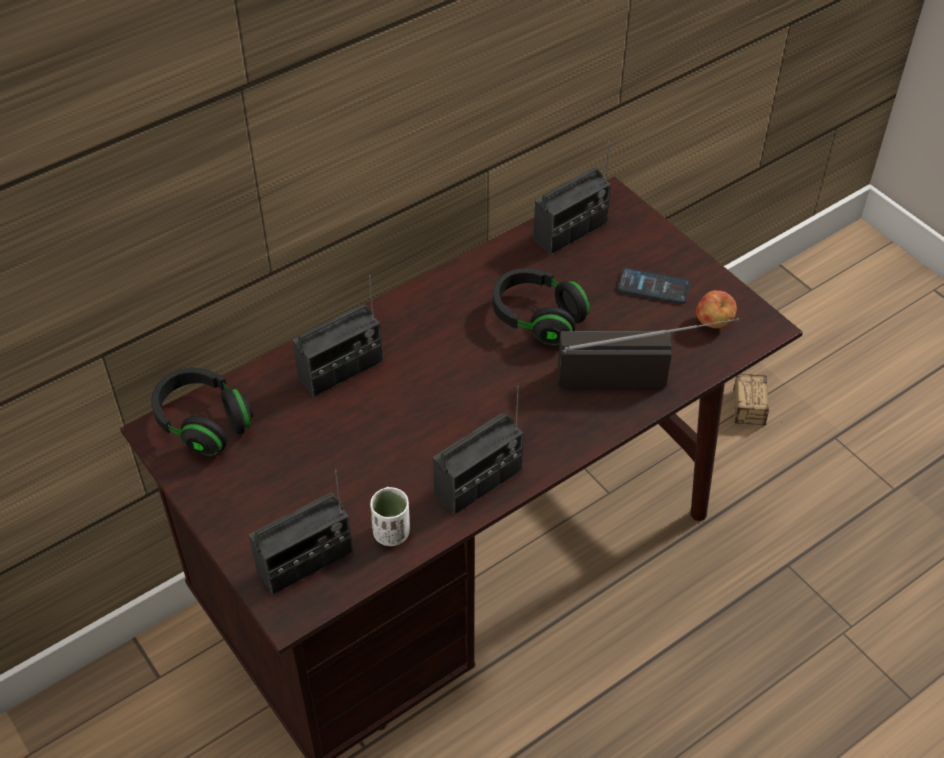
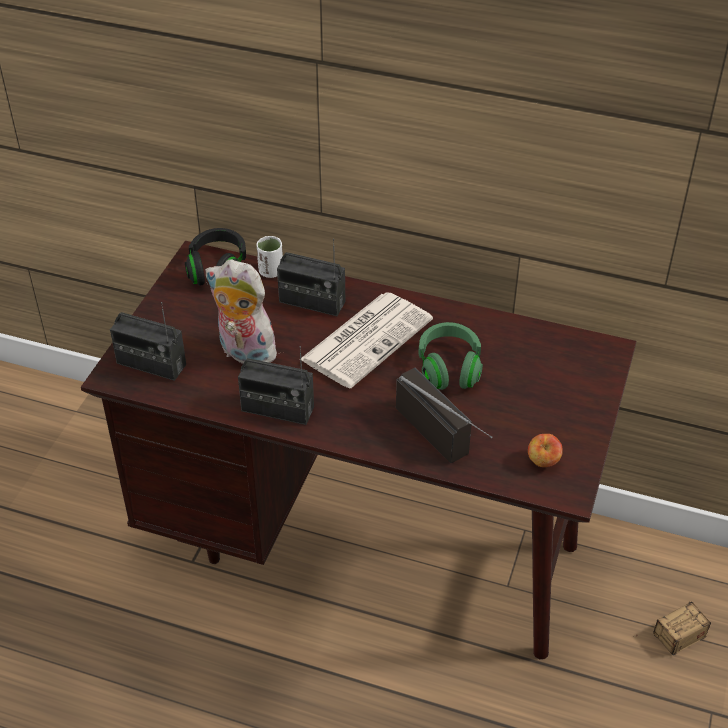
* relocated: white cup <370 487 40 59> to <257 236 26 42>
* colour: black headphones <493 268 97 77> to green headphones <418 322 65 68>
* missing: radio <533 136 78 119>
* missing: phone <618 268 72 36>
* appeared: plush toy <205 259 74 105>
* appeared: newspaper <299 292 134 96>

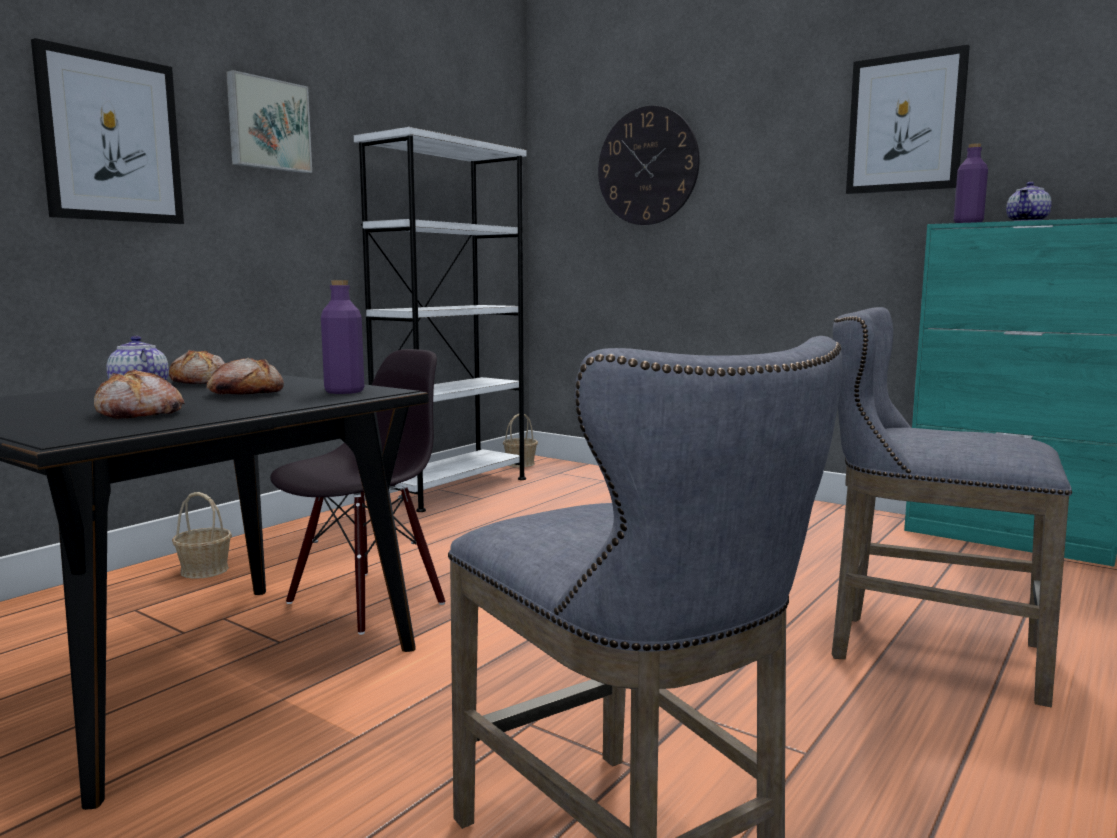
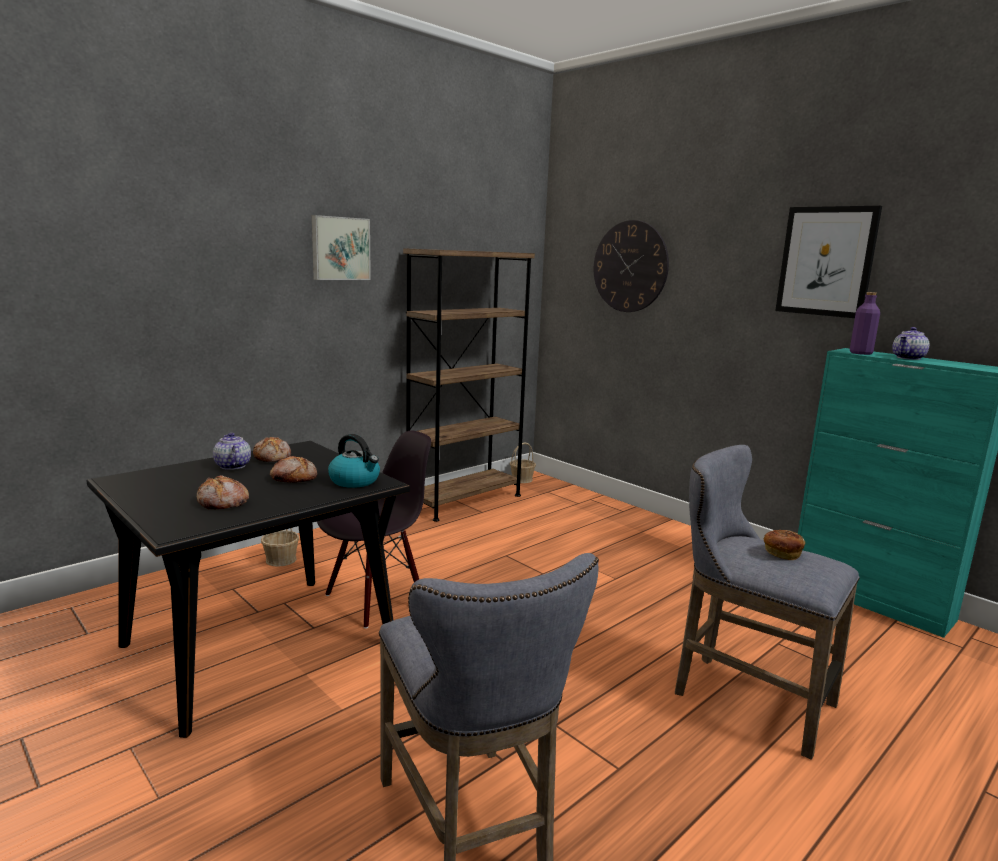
* missing: picture <31 38 153 186>
* exchanged: purple bottle <321 280 43 114> to kettle <328 434 52 54>
* colour: white bookcase <354 127 172 385> to brown bookcase <403 248 132 274>
* appeared: bread <764 530 41 30>

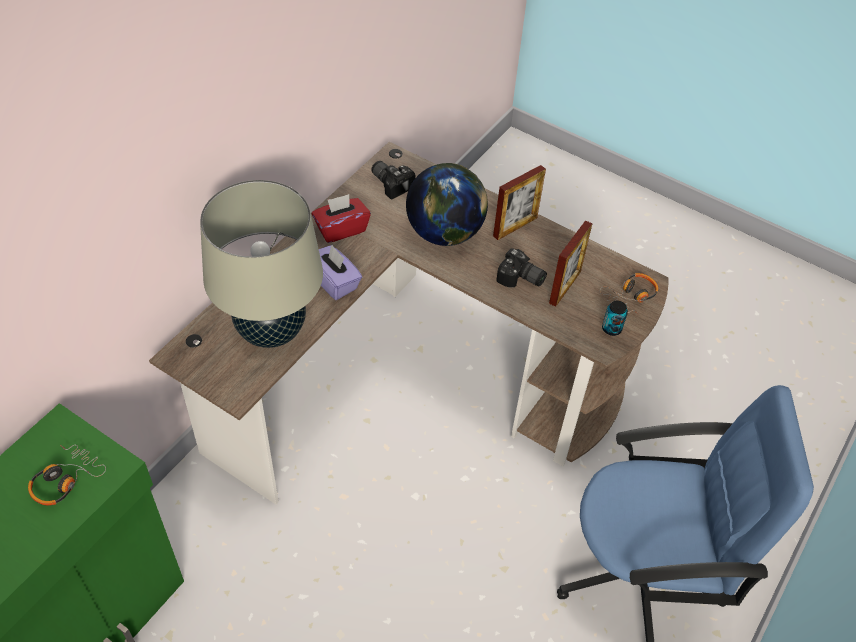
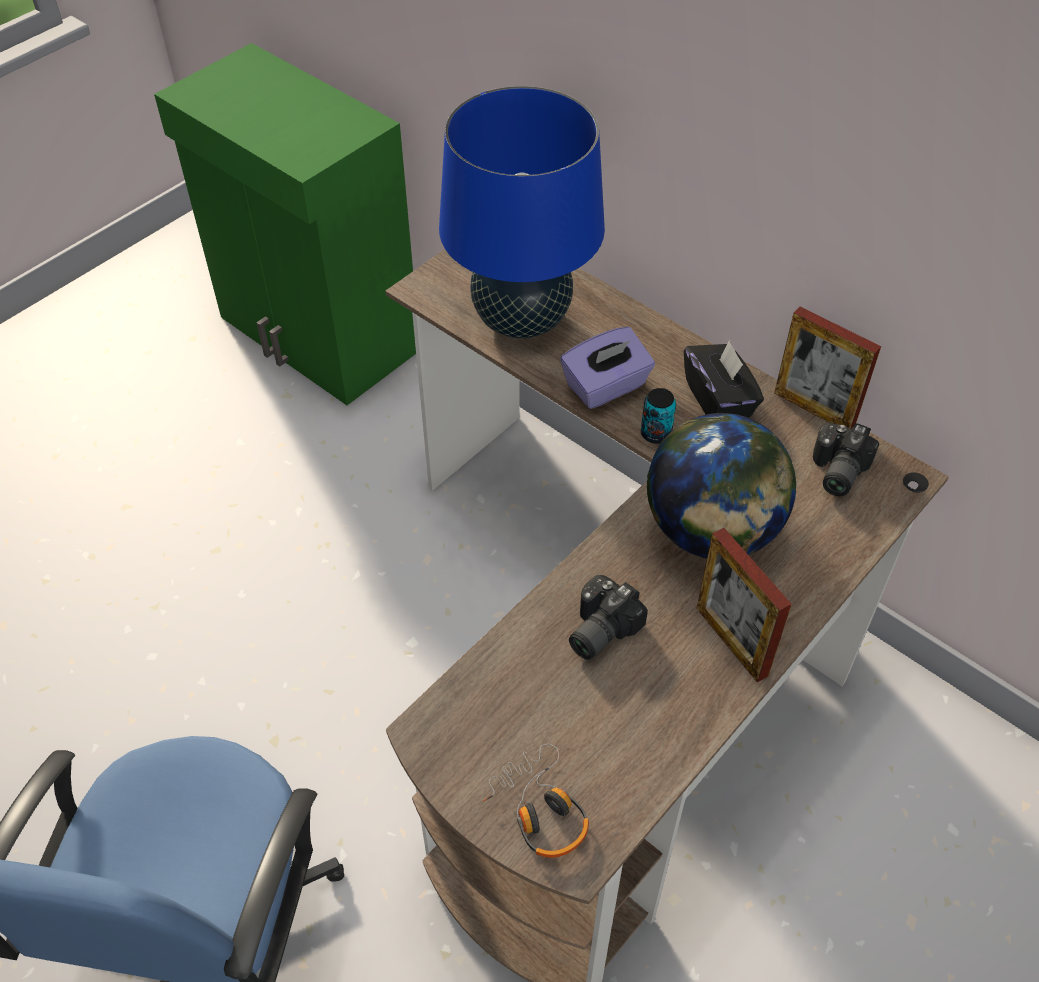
* missing: headphones <28 445 78 61>
* colour: beige table lamp <200 180 123 168> to blue table lamp <439 86 166 252>
* colour: red tissue box <312 194 59 49> to black tissue box <684 340 80 78>
* spun: photo camera <371 161 45 38> = <813 423 66 73> 150 degrees clockwise
* relocated: picture frame <549 220 43 87> to <774 306 107 123>
* relocated: can <602 301 26 35> to <641 388 35 56>

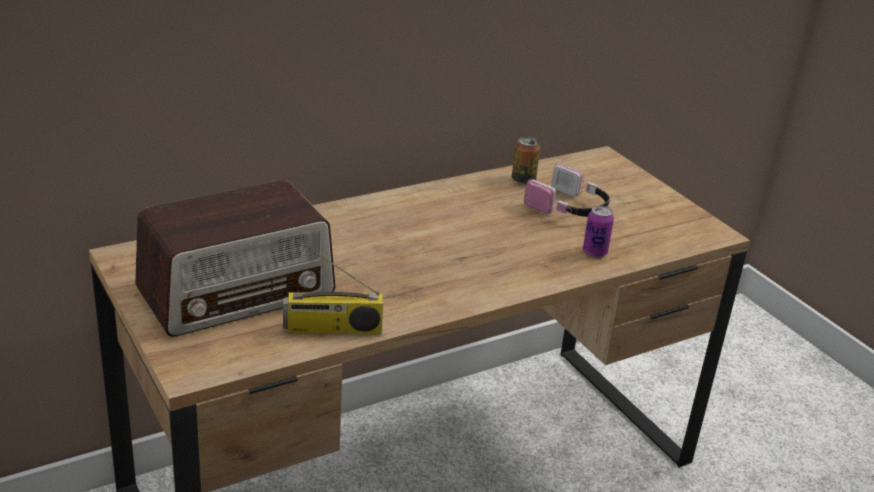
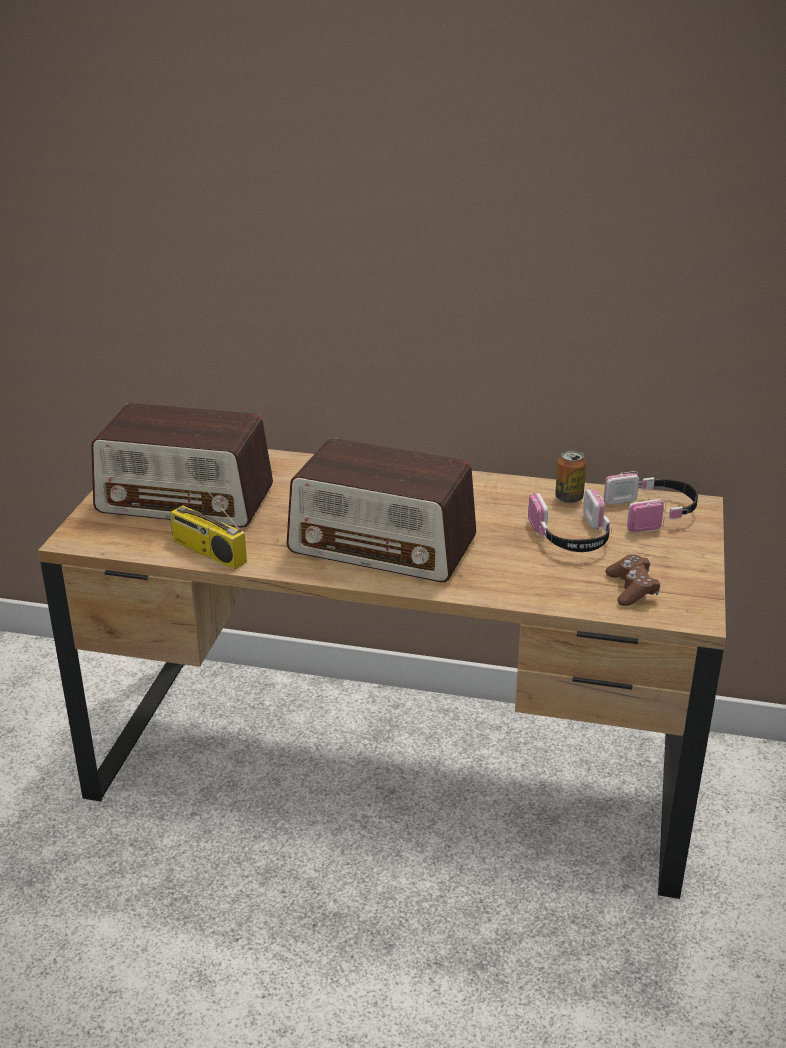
* missing: can <583 206 31 51>
* appeared: radio <287 438 189 144>
* appeared: headphones <604 471 94 61>
* appeared: brown game controller <606 555 54 51>

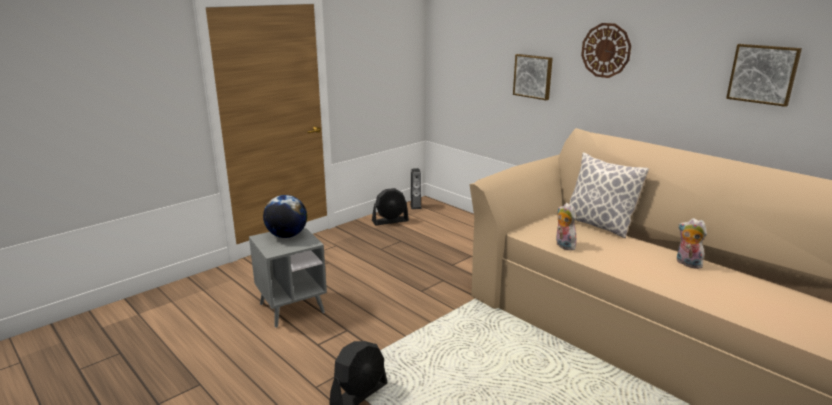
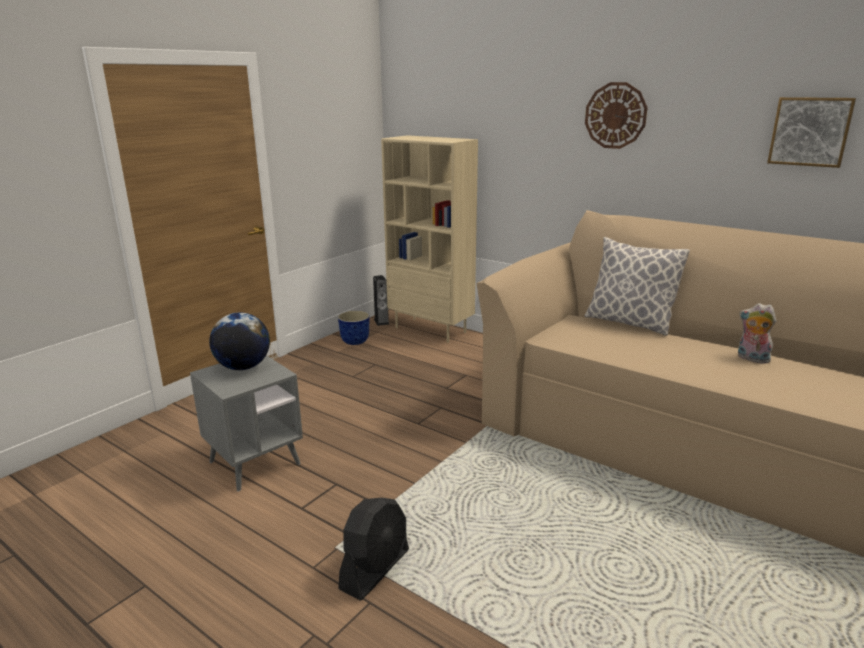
* exchanged: black fan <372 188 37 37> to planter <338 311 32 34>
* missing: picture <513 54 40 46>
* missing: plush toy <556 203 20 47>
* appeared: beige bookcase <381 135 97 208>

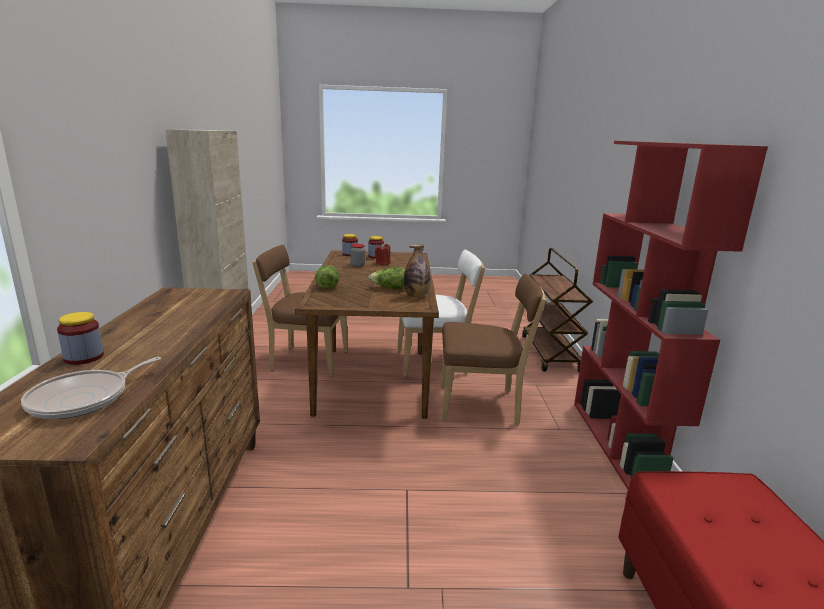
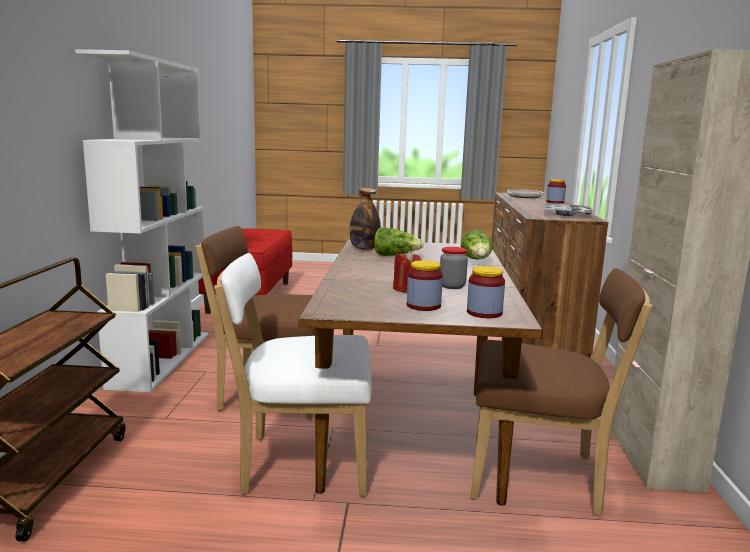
* colour: red bookcase <574 141 194 348> to white bookcase <75 49 133 343>
* appeared: tray <545 203 49 13>

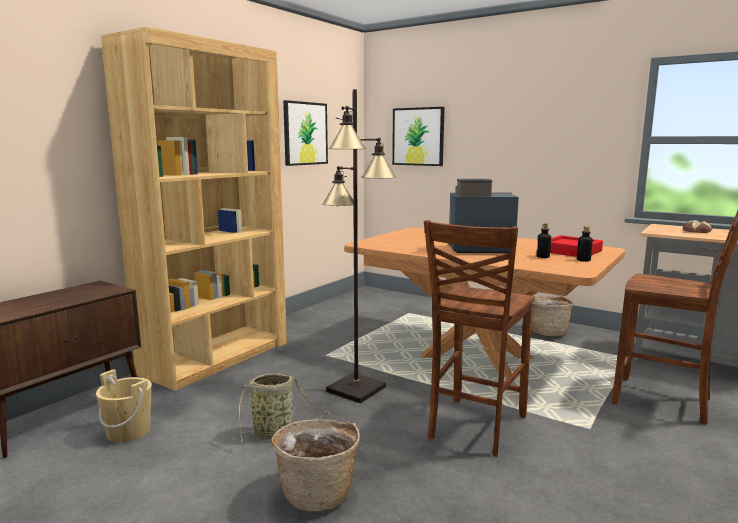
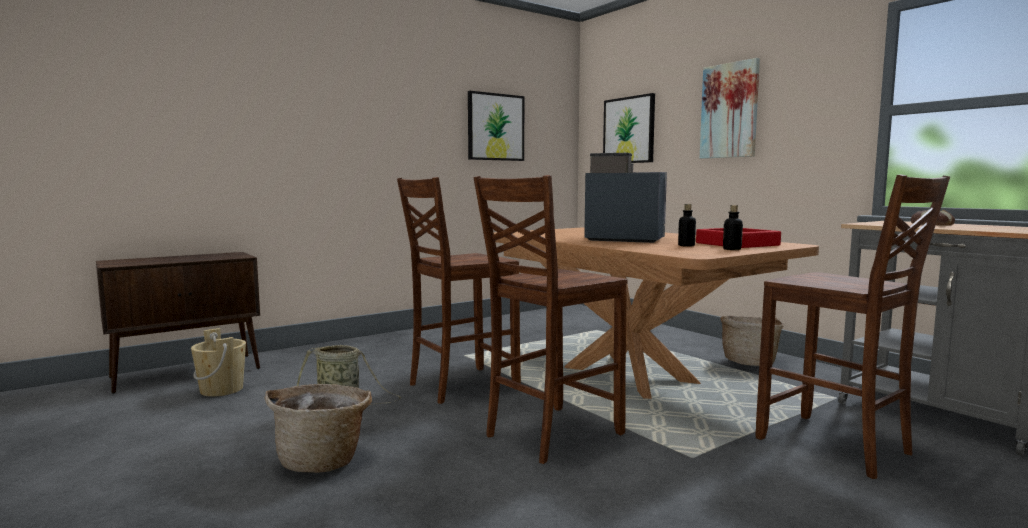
* missing: brown bookcase <101 27 186 364>
* exchanged: black floor lamp <322 89 74 314> to brown chair <397 177 124 227>
* appeared: picture <700 58 60 101>

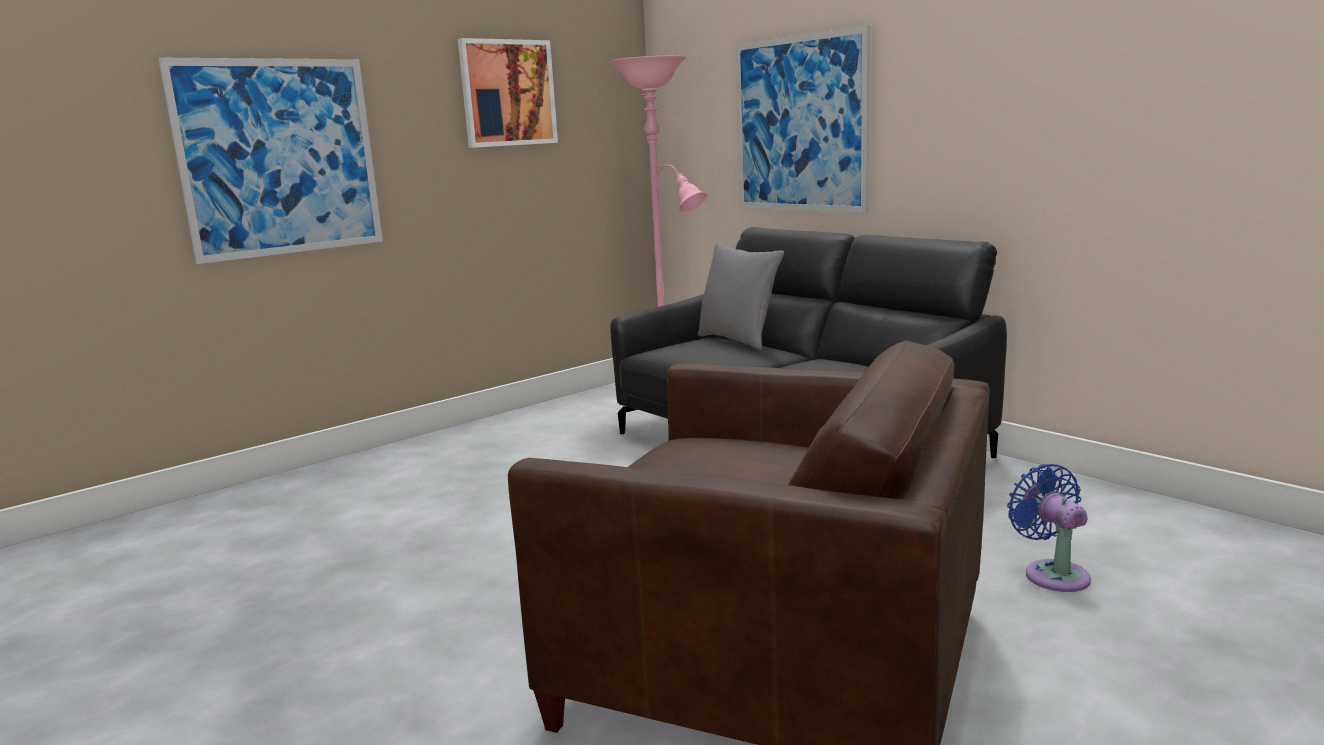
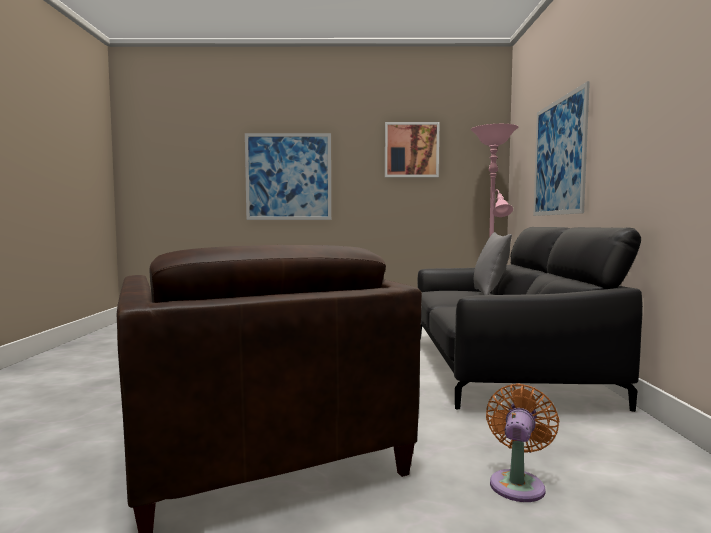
* colour: blue fan <1007 464 84 128> to orange fan <486 384 73 118>

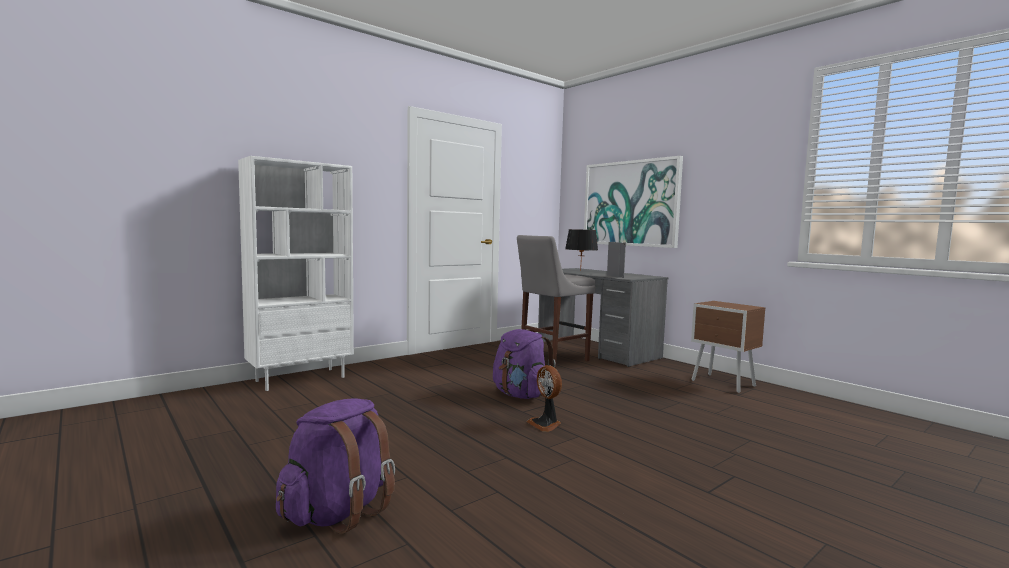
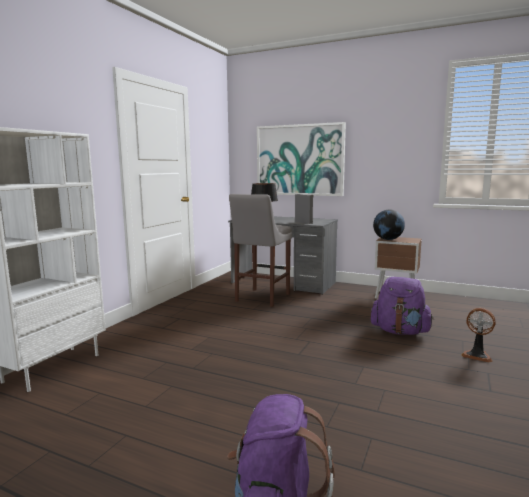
* relocated: purple backpack <493 329 63 70> to <371 277 63 58>
* relocated: fan <527 365 35 67> to <461 308 35 54>
* appeared: globe <373 209 32 31>

